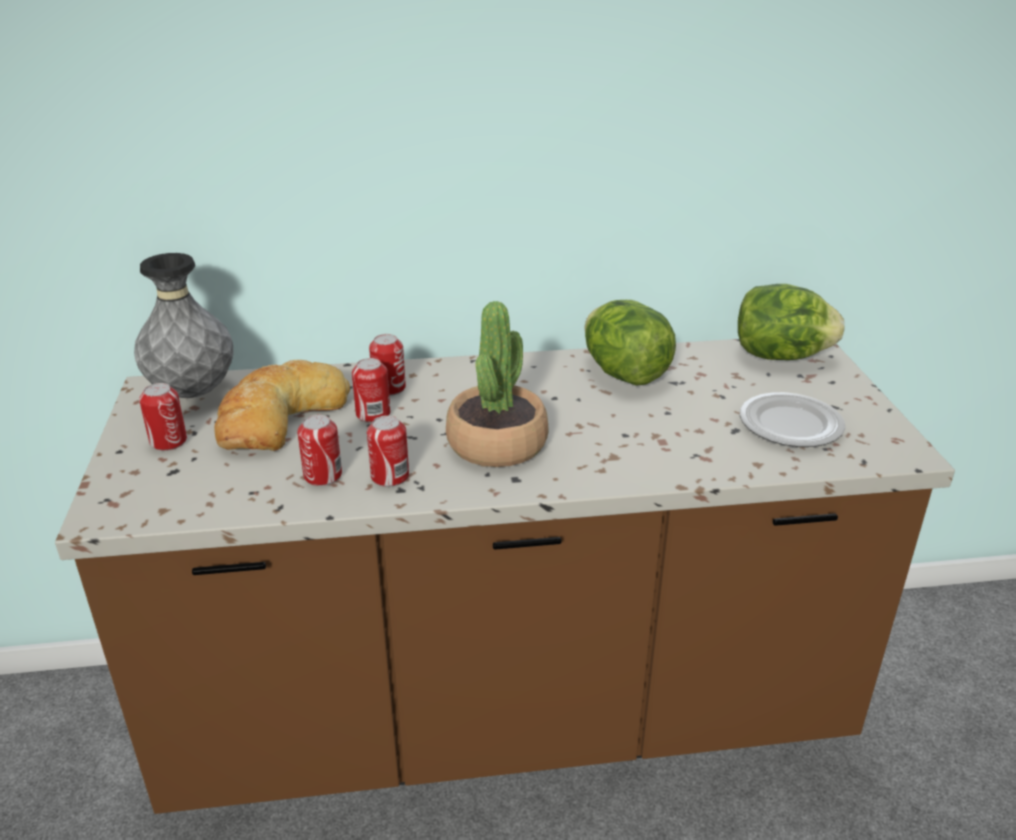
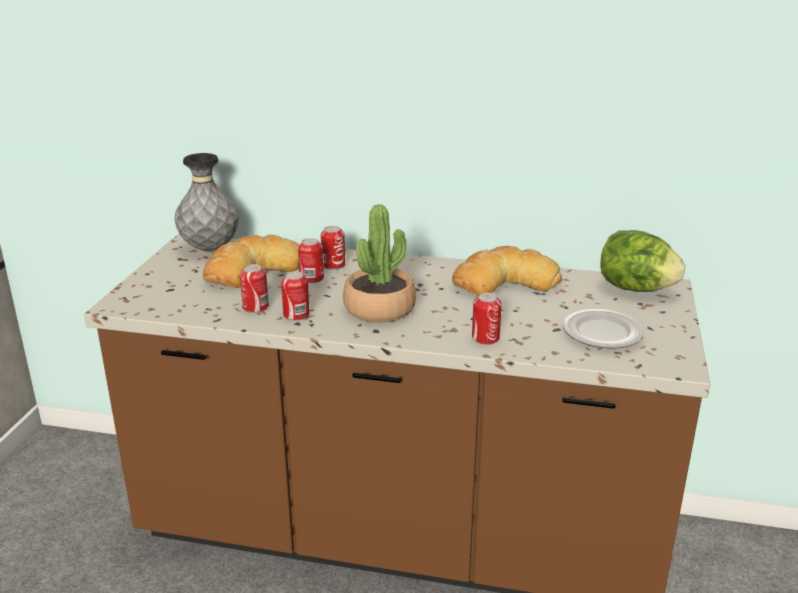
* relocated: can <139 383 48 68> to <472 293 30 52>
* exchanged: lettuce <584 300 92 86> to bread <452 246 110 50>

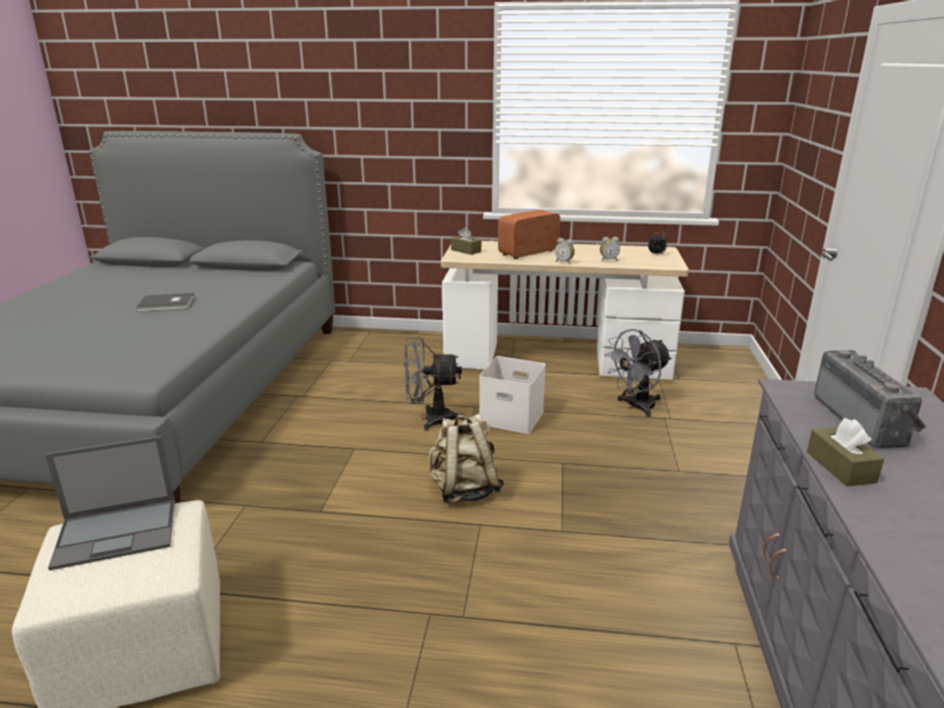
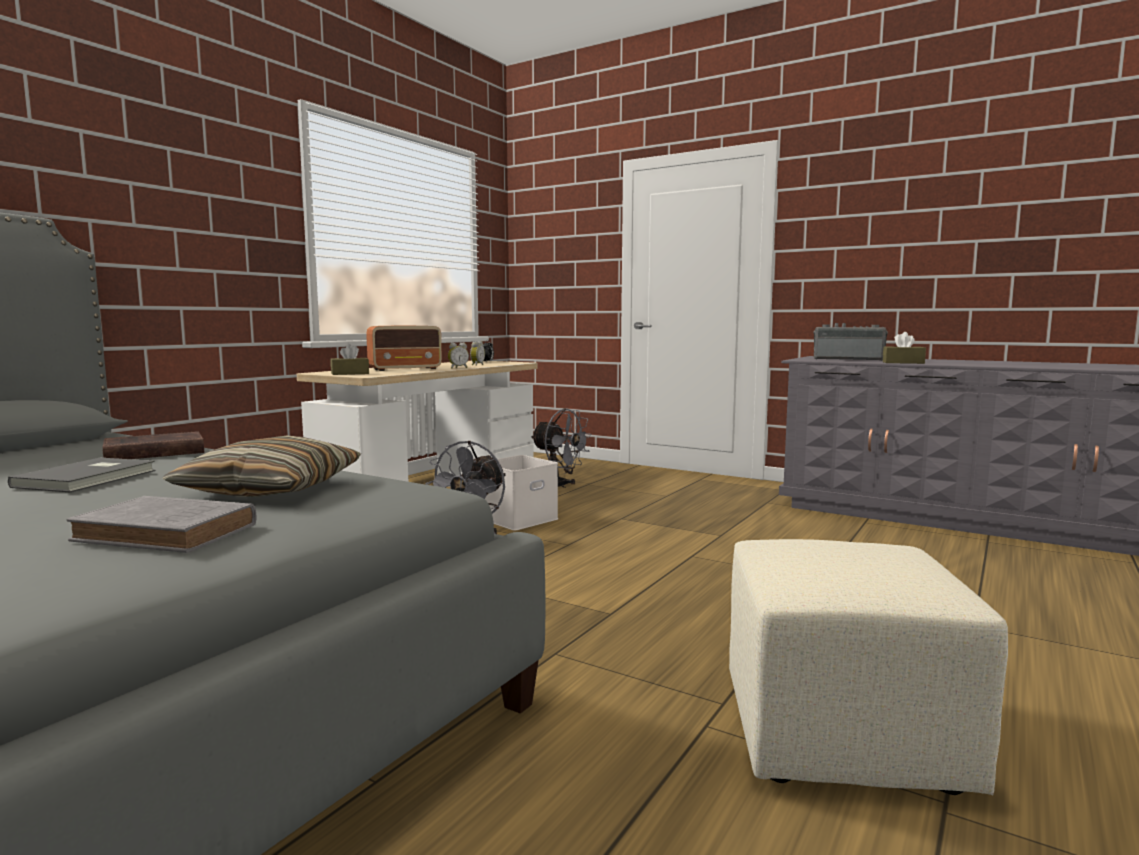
* missing: laptop <45 436 130 135>
* missing: beige backpack <428 414 76 90>
* spun: radio <498 210 62 49> = <366 325 76 46> 105 degrees counterclockwise
* spun: grey fan <604 329 68 88> = <531 408 61 80> 45 degrees counterclockwise
* appeared: grey book <67 496 189 57>
* appeared: brown book <102 431 102 28>
* appeared: pillow <162 436 199 61>

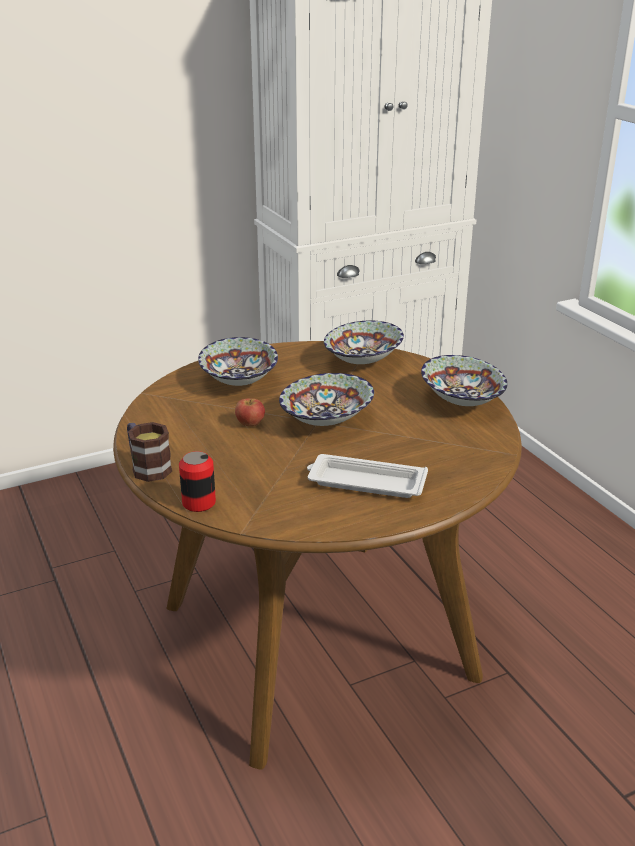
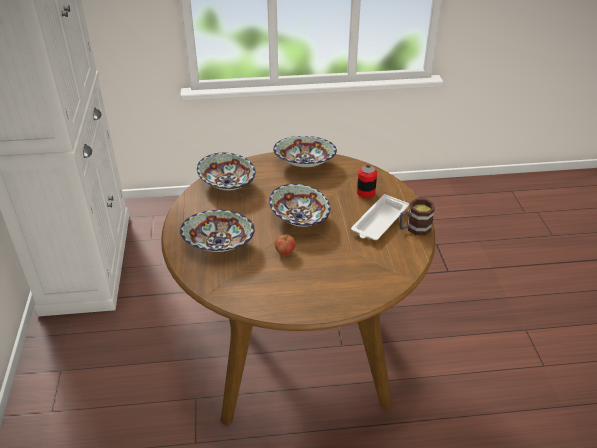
* relocated: mug <127 422 45 60> to <399 198 36 37>
* relocated: can <179 451 37 61> to <357 165 20 33>

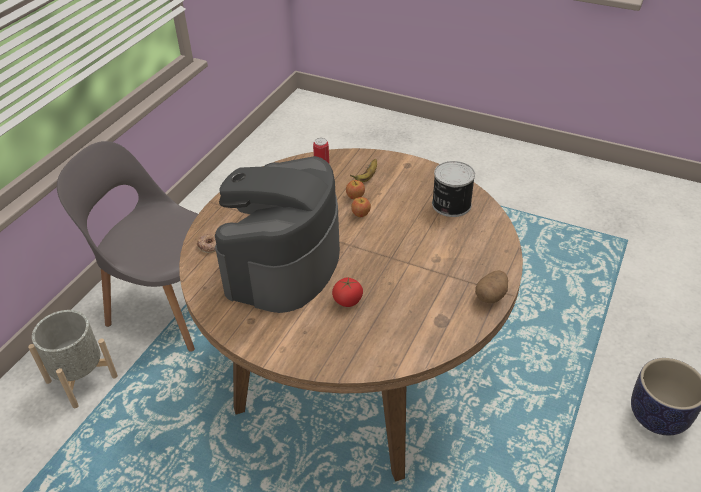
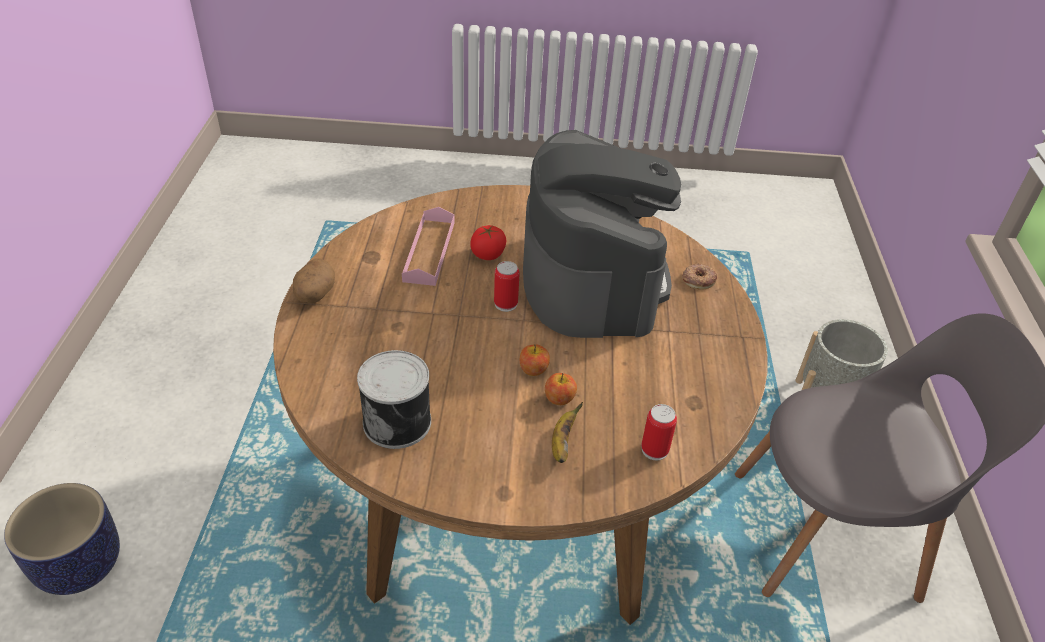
* appeared: pink tray <402 207 53 79>
* appeared: can <494 261 26 51>

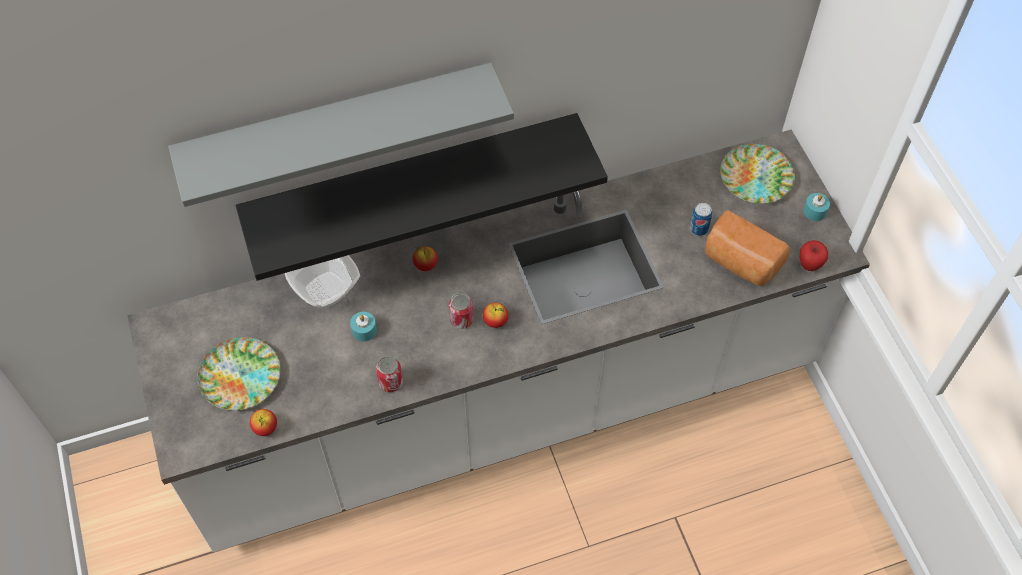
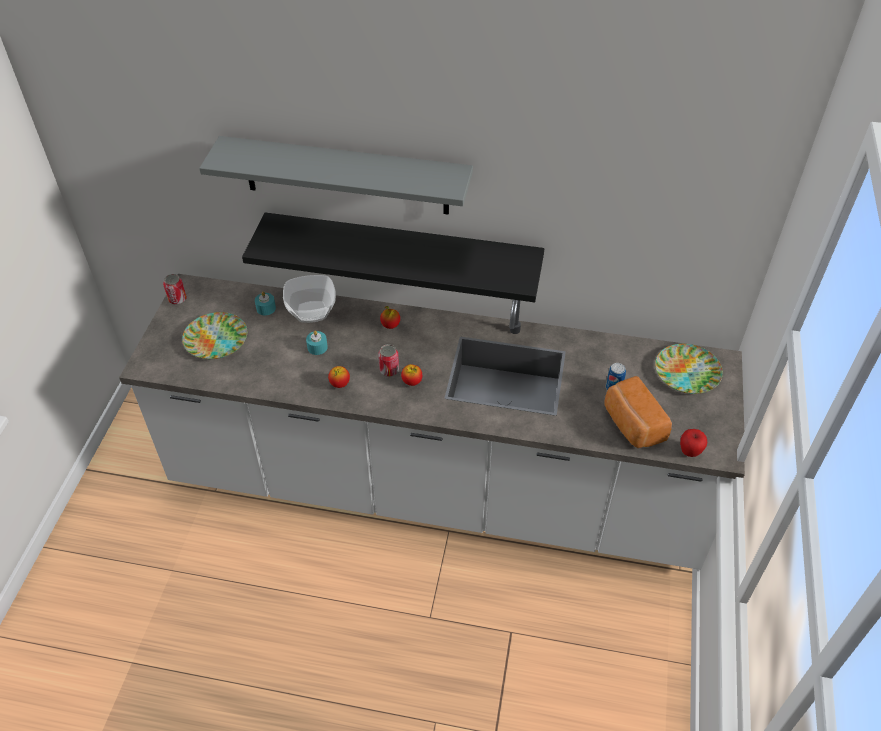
* relocated: apple <250 409 27 27> to <328 366 22 22>
* relocated: can <376 356 27 36> to <163 274 24 31>
* relocated: turquoise candle <803 193 27 28> to <255 292 21 23>

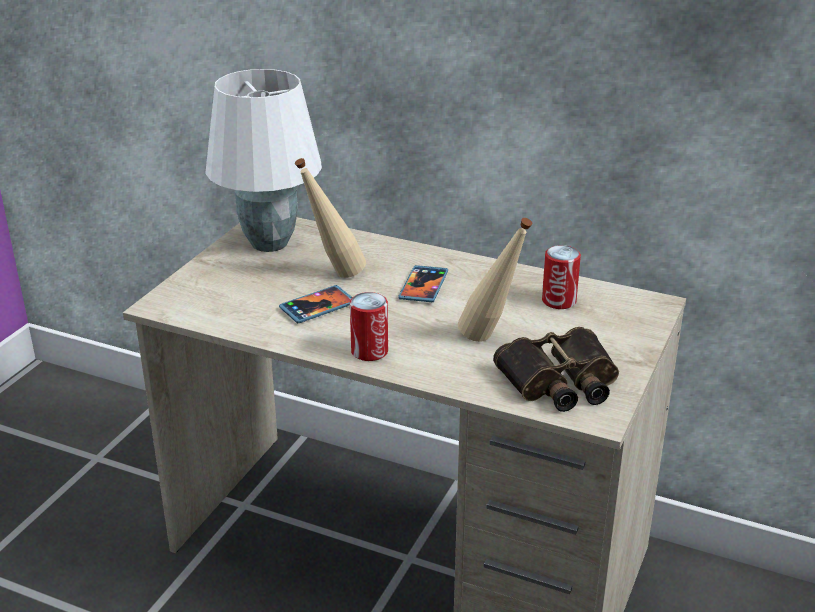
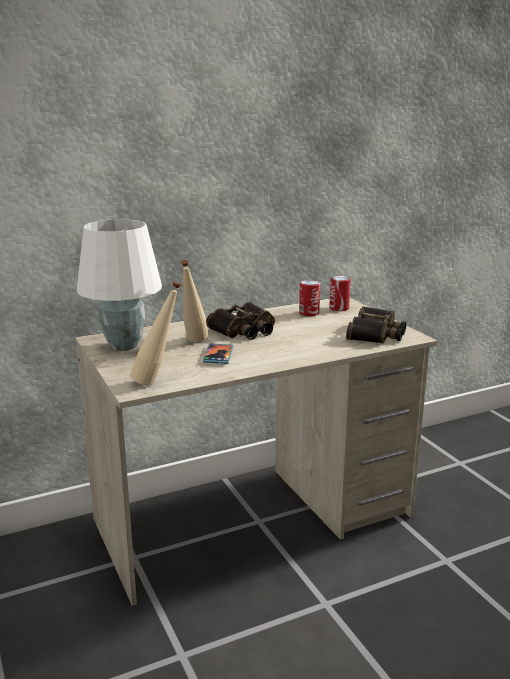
* relocated: can <350 292 38 69> to <329 276 22 35>
* exchanged: phone <398 265 50 37> to binoculars <206 302 69 38>
* relocated: beige bottle <458 218 74 124> to <130 281 51 104>

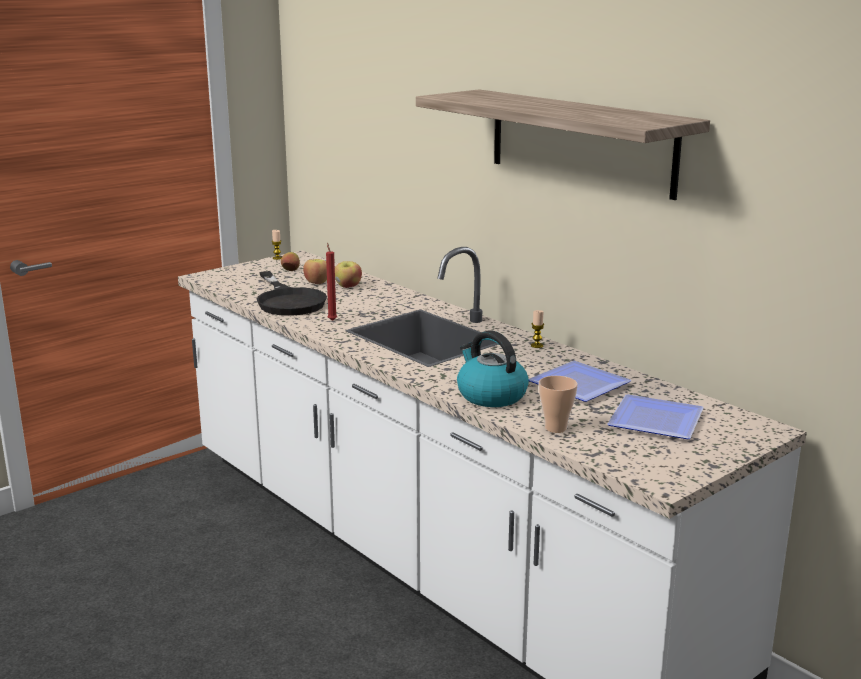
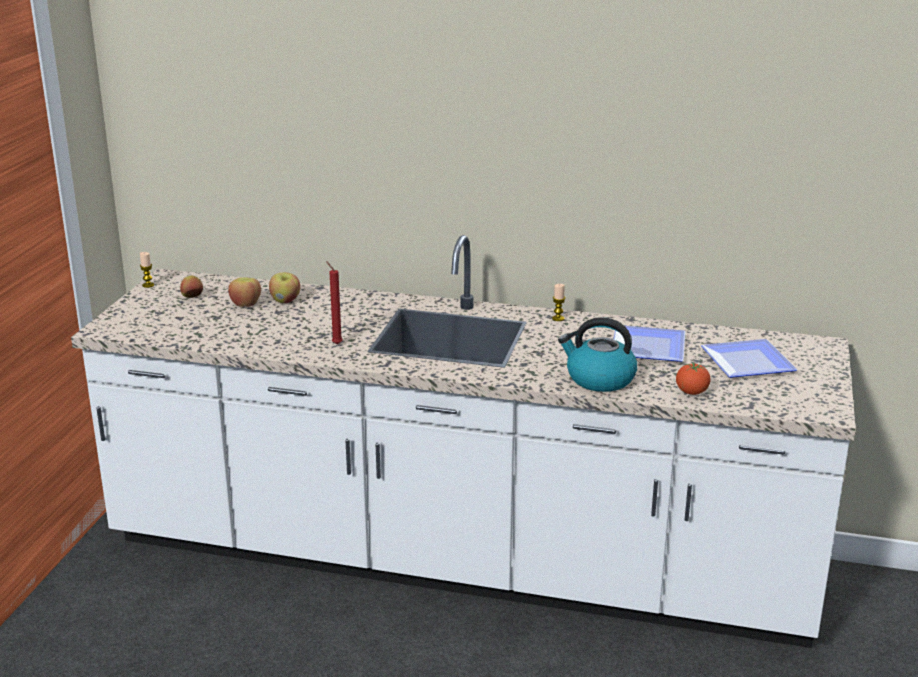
* missing: black frying pan <257 271 70 45>
* missing: shelf <416 90 294 110>
* exchanged: cup <539 376 39 57> to tomato <676 362 34 33>

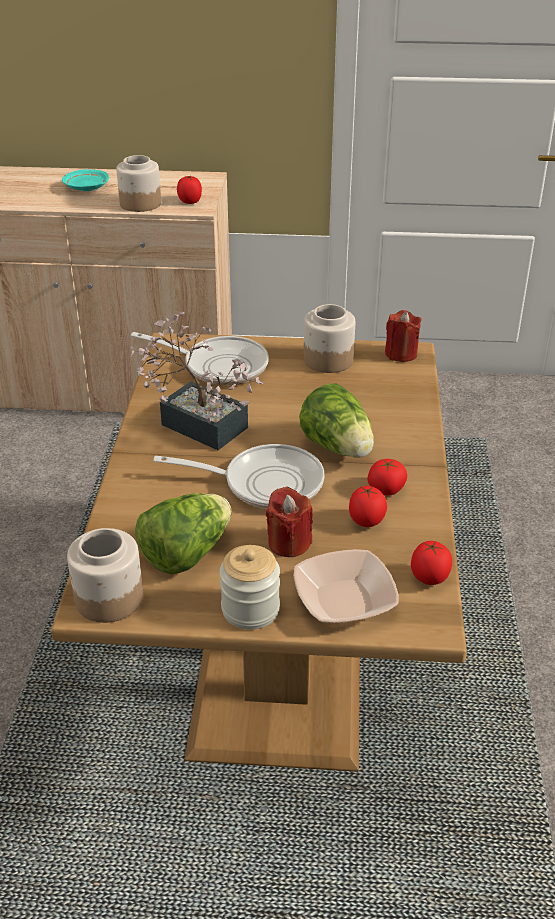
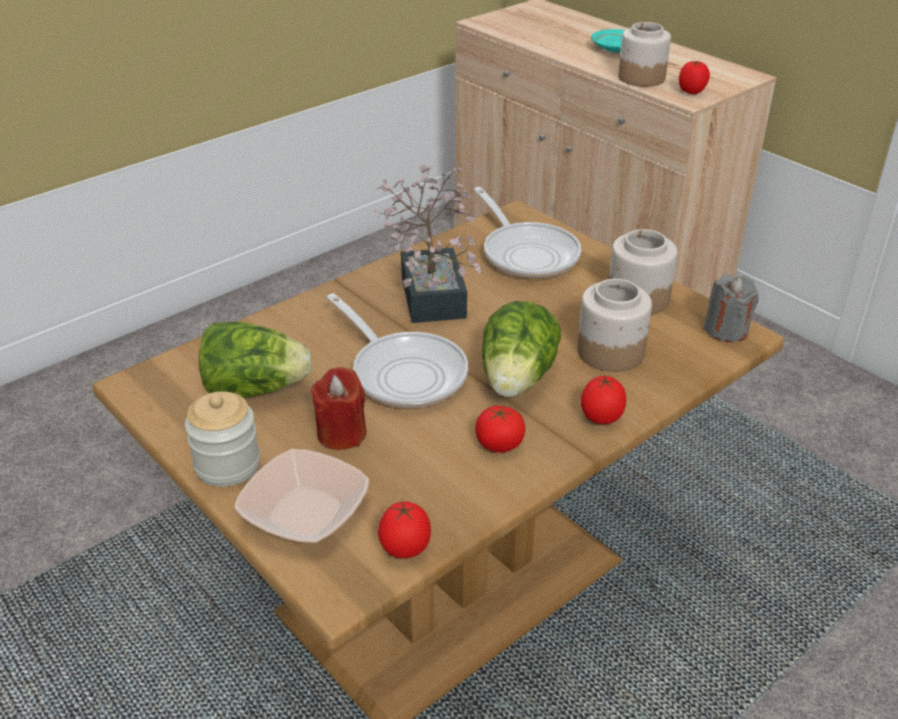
* relocated: jar <67 528 76 95> to <577 279 75 93>
* relocated: tomato <349 486 38 41> to <581 374 45 50>
* colour: red candle <385 310 37 52> to grey candle <703 274 56 68>

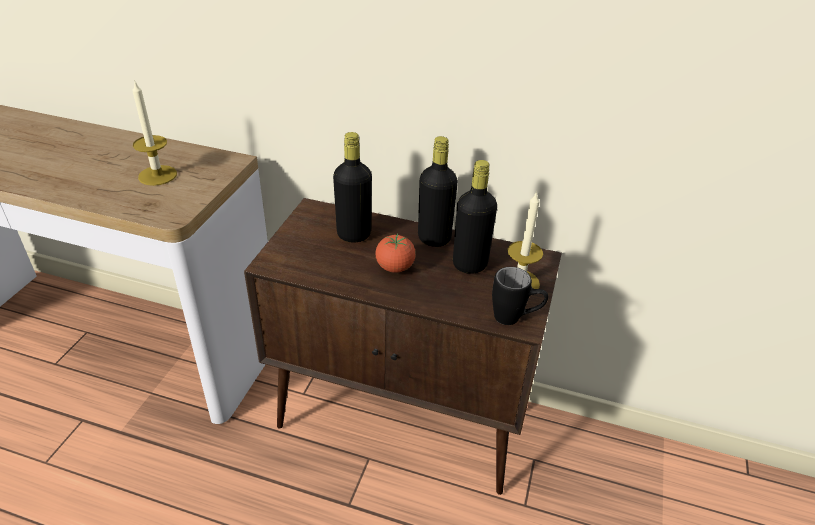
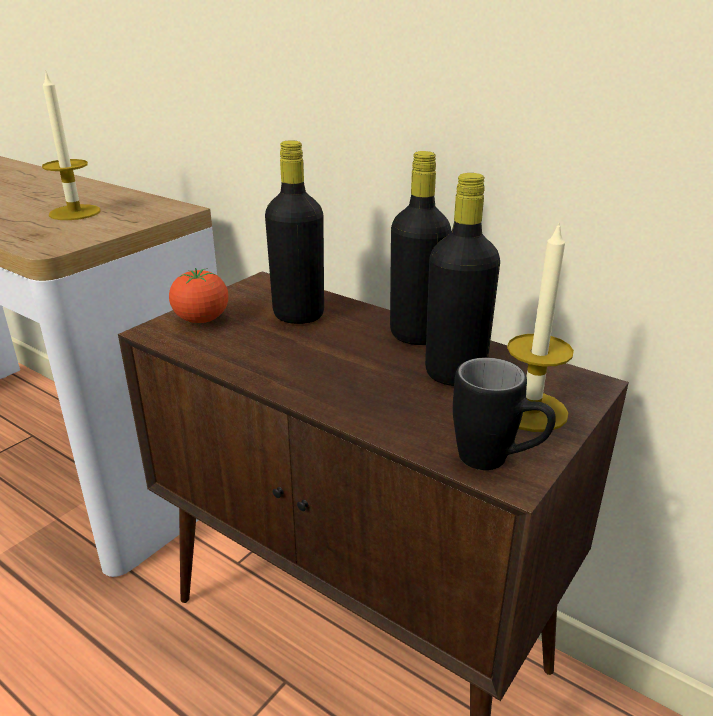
* relocated: tomato <376 233 40 40> to <169 268 60 55>

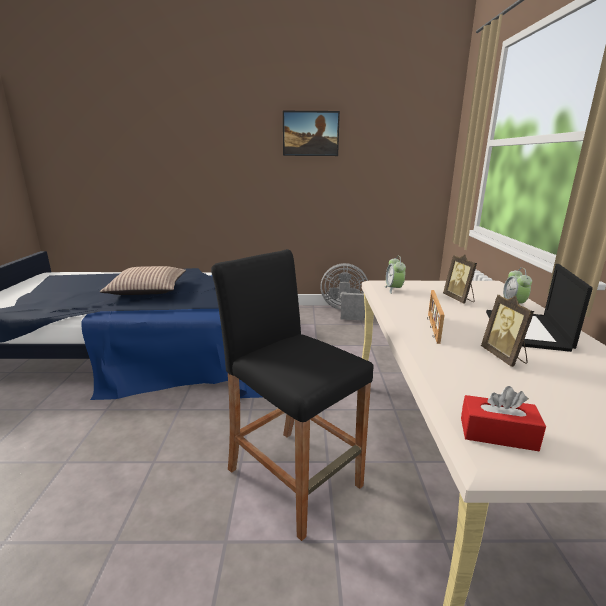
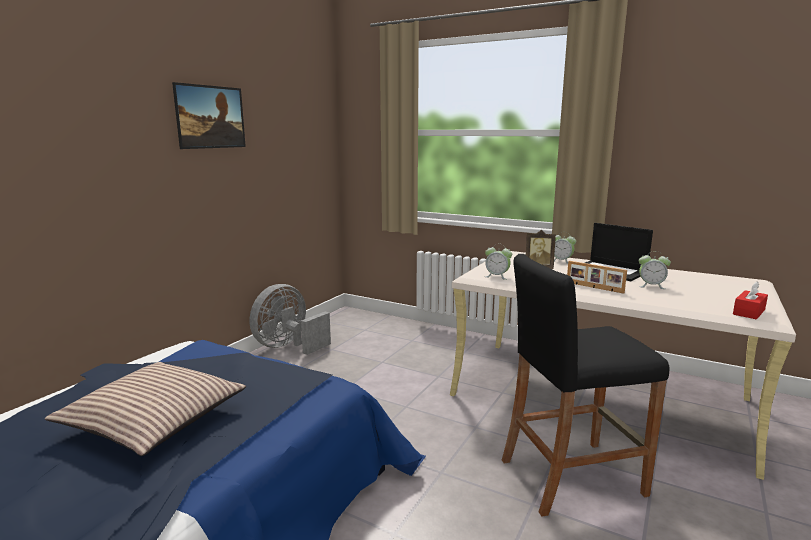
* exchanged: picture frame <481 295 53 72> to alarm clock <639 251 32 38>

